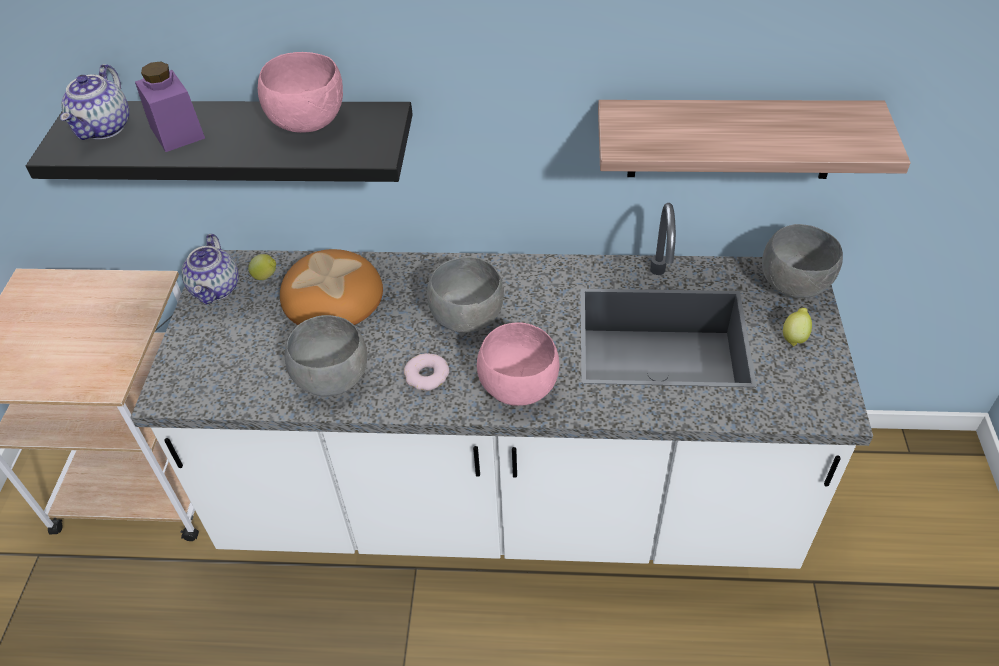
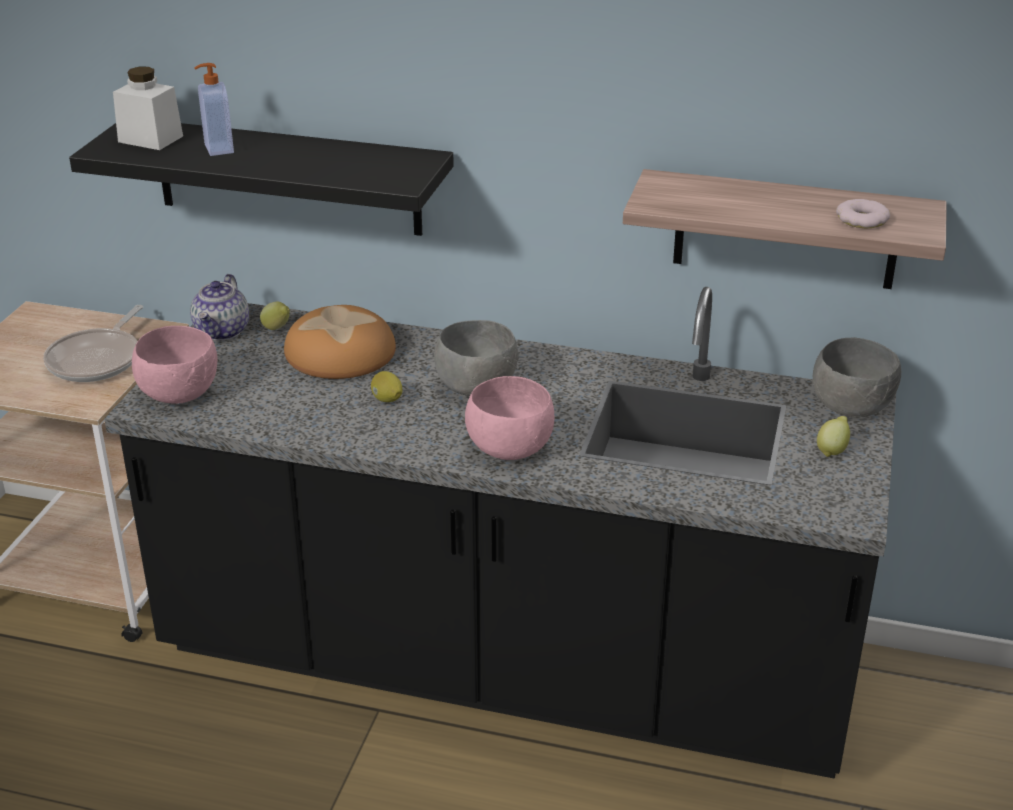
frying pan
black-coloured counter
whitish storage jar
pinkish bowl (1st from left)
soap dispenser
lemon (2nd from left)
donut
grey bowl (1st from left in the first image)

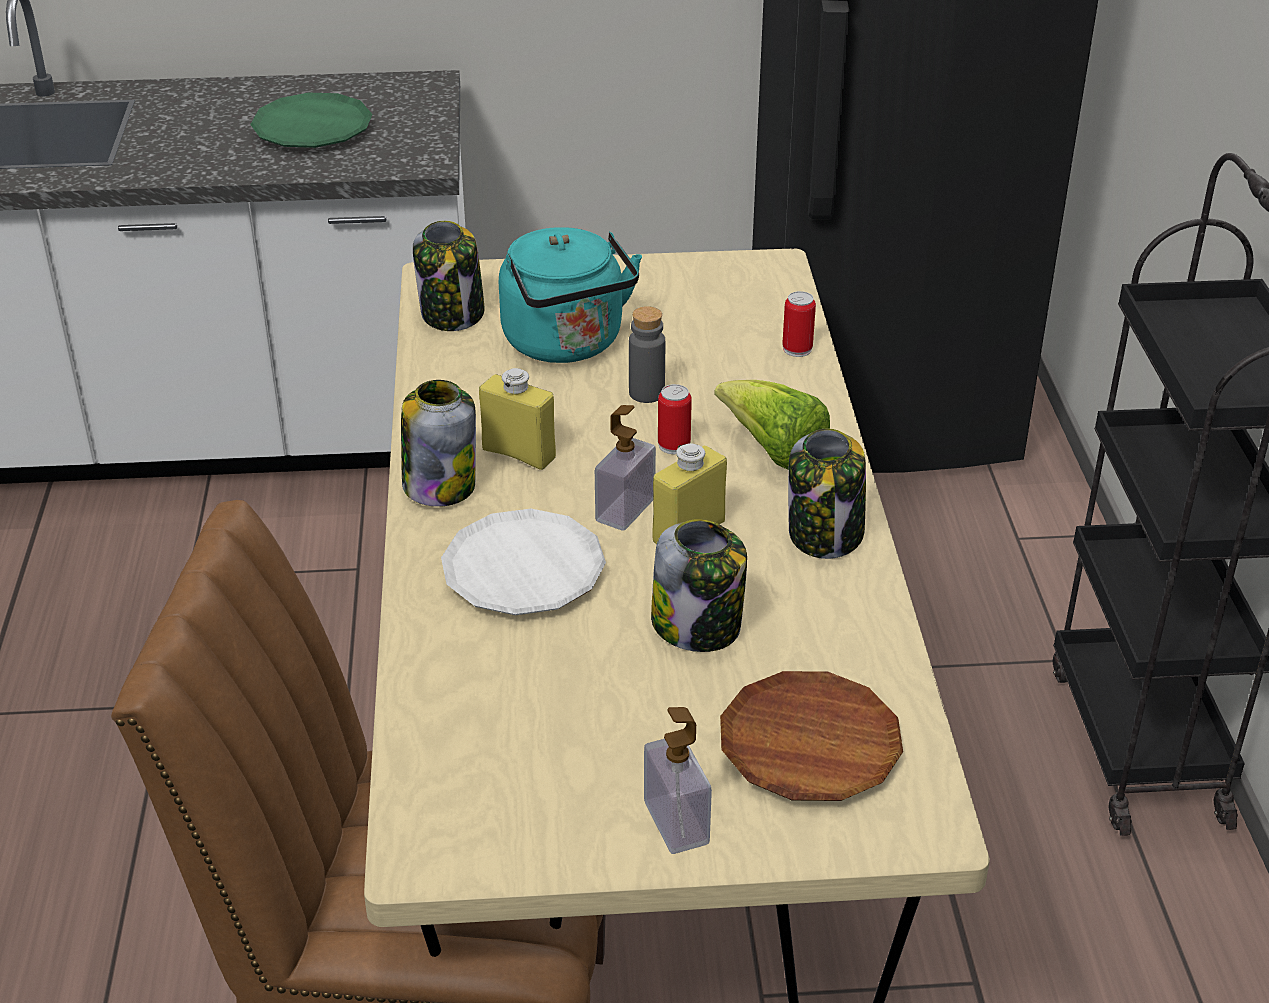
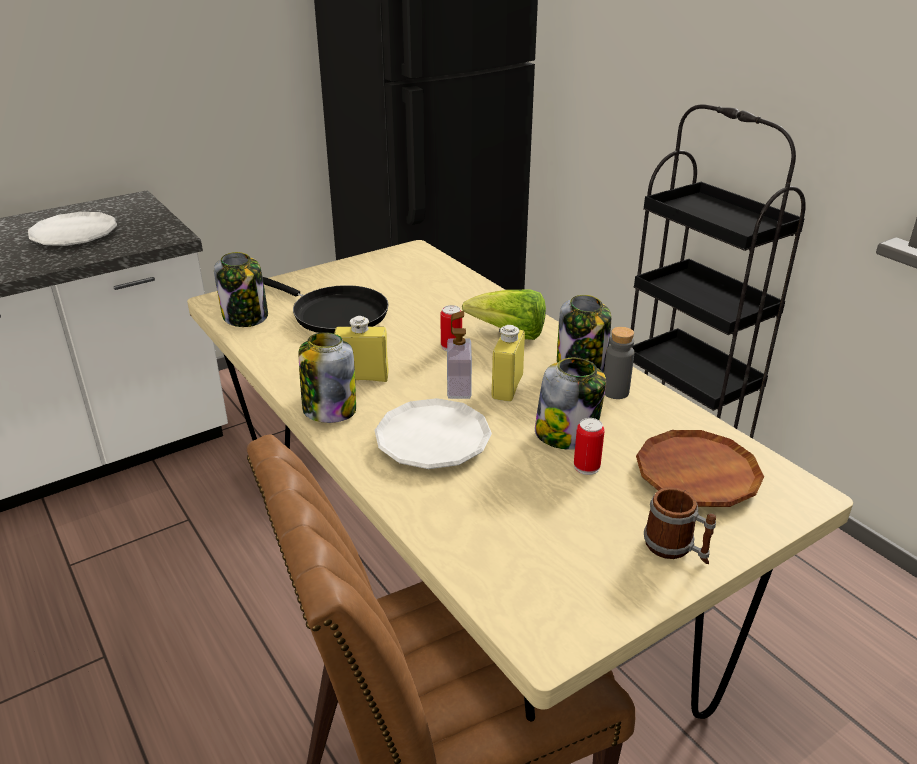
whitish dinner plate (1st from left)
black-coloured frying pan
metal can (2nd from left)
grey beverage bottle
tea mug

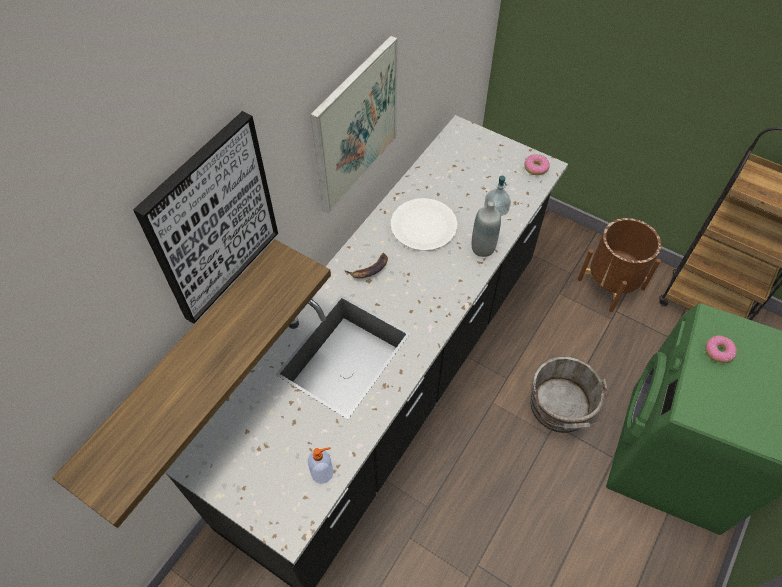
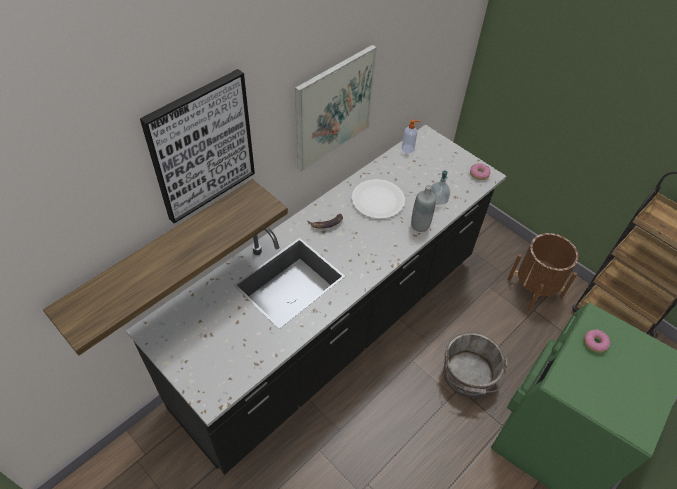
soap dispenser (1st from left)

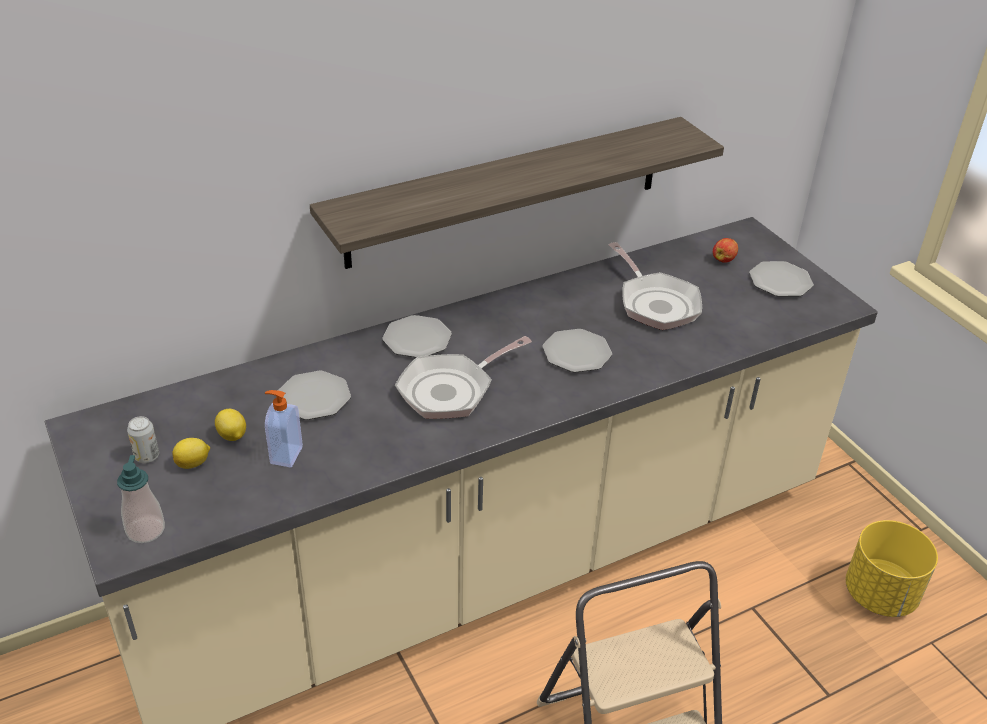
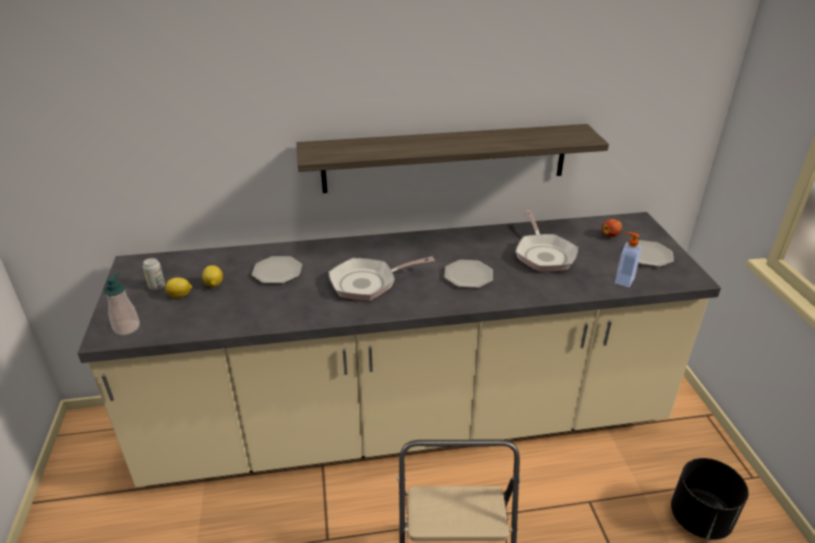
soap dispenser (2nd from left)
black-coloured planter
dinner plate (2nd from left in the first image)

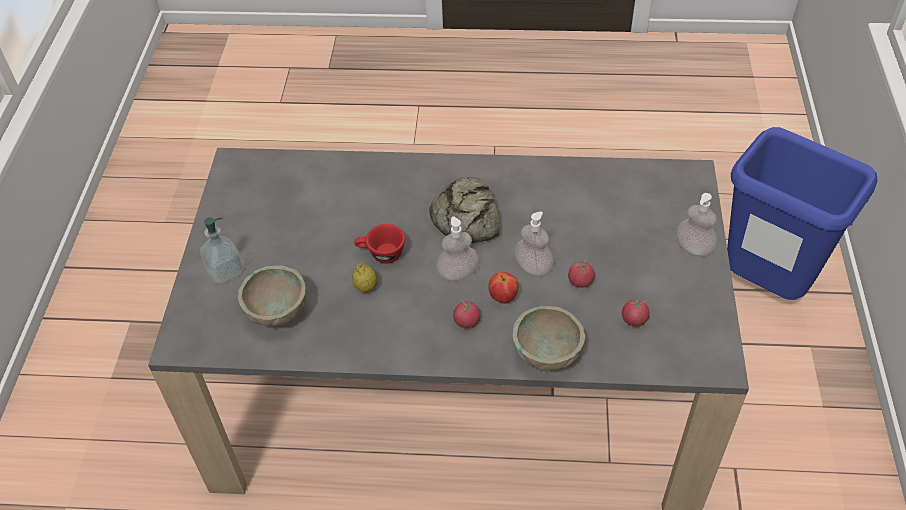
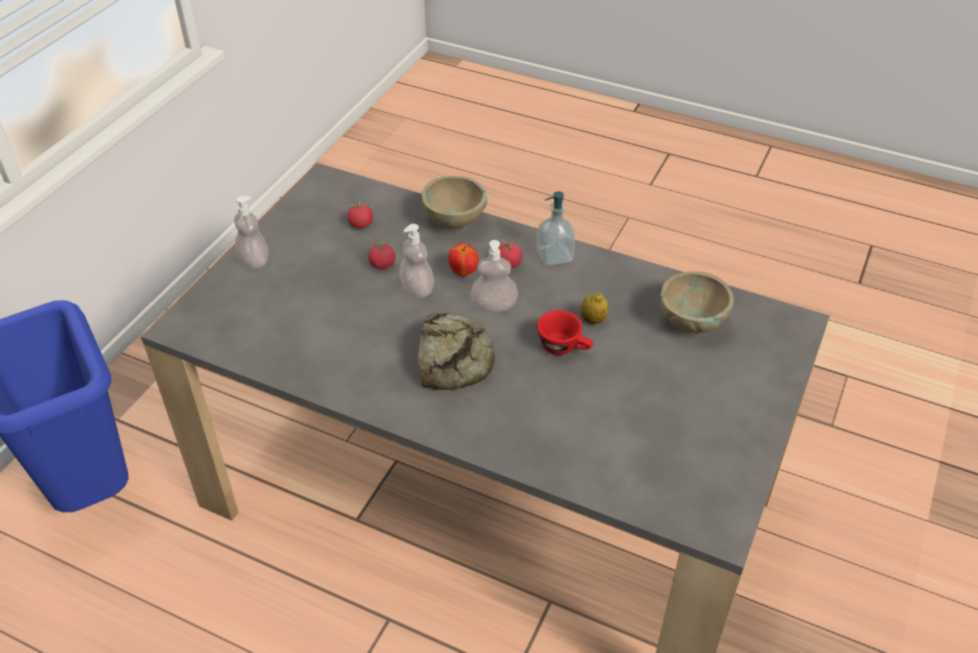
soap dispenser (4th from left)

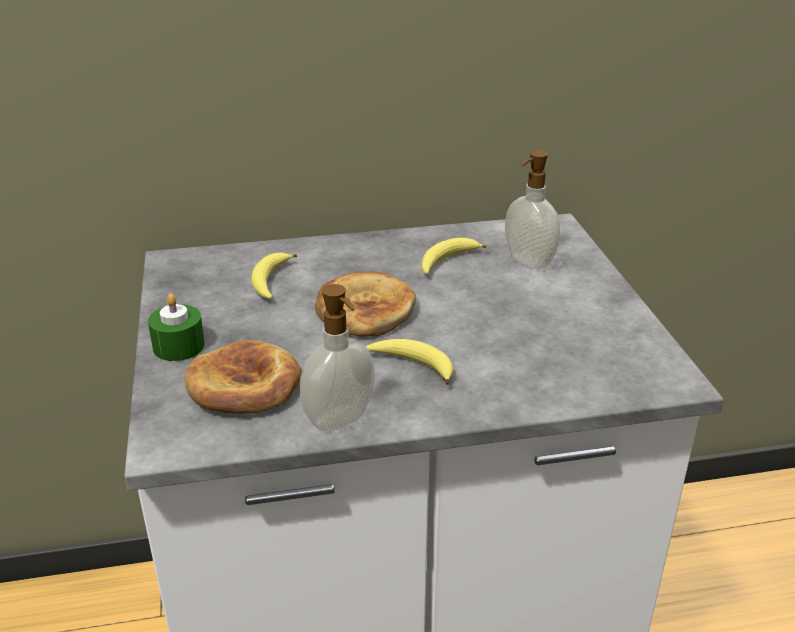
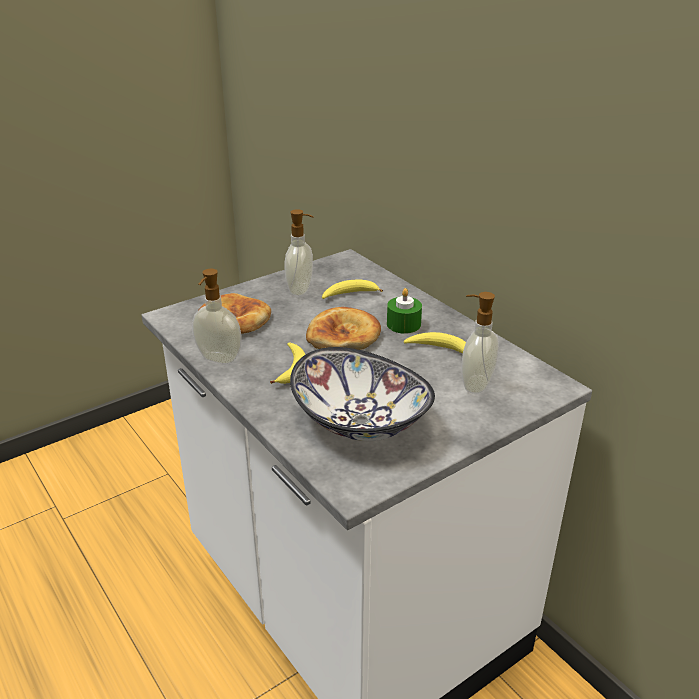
soap dispenser (2nd from left)
bowl
greenish wax light

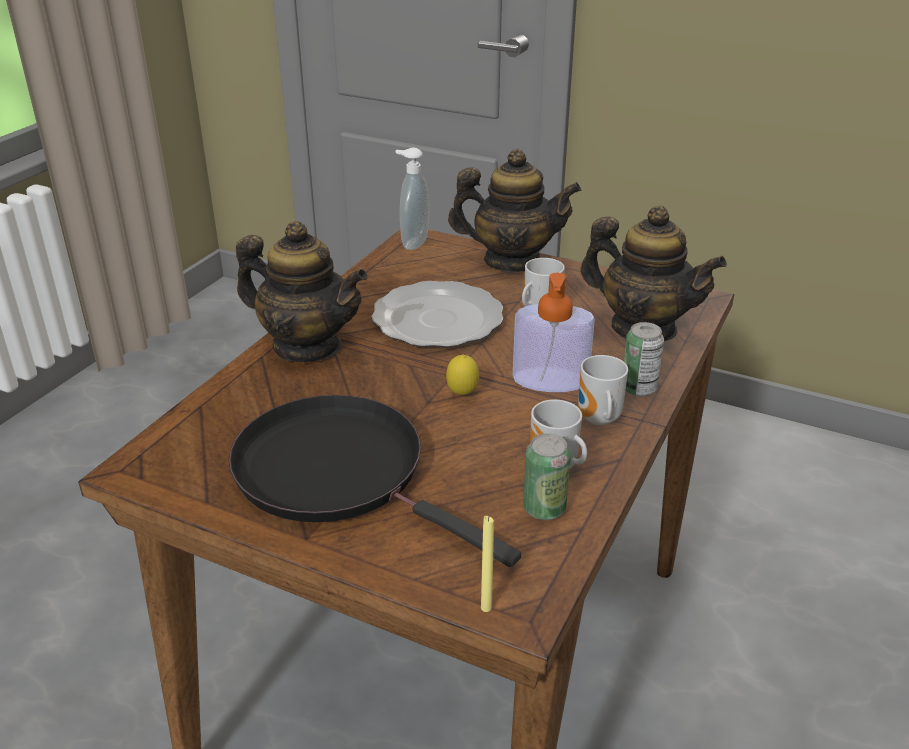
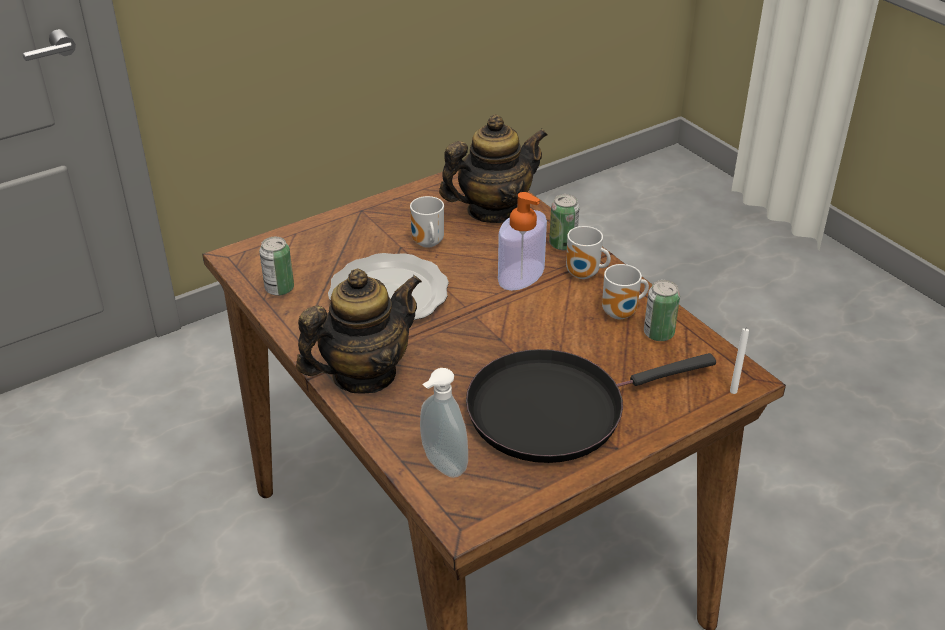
metal can (1st from left)
soap dispenser (1st from left)
whitish wax light
lemon
teapot (2nd from left in the first image)

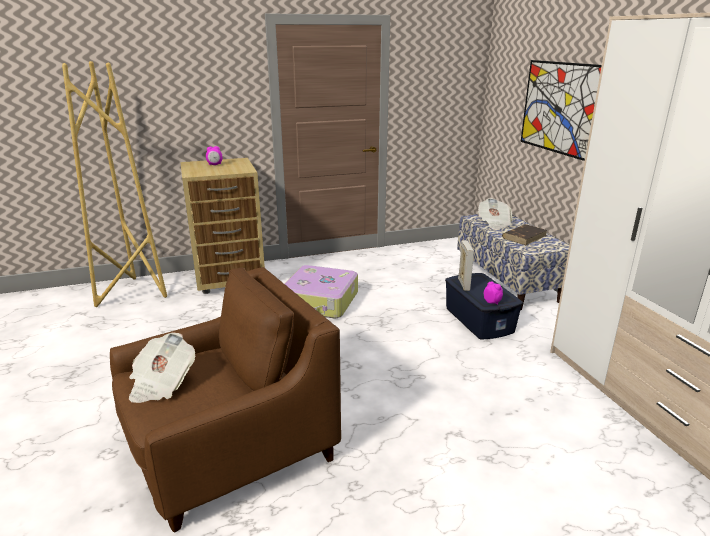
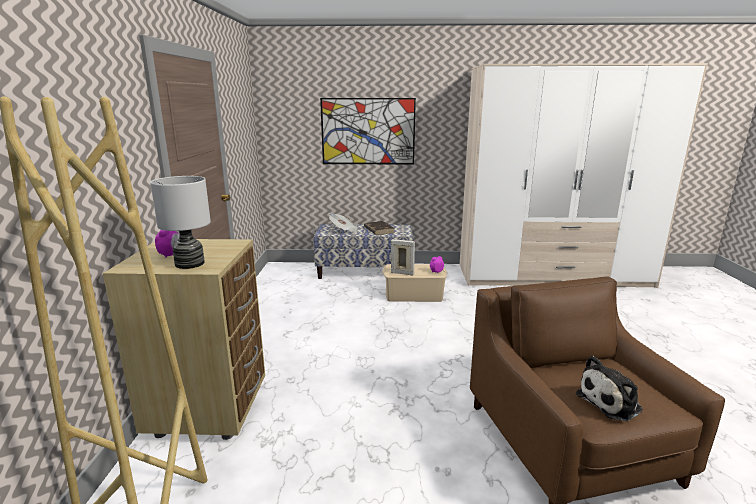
grey table lamp
sand-coloured storage container
plush toy
piece of luggage

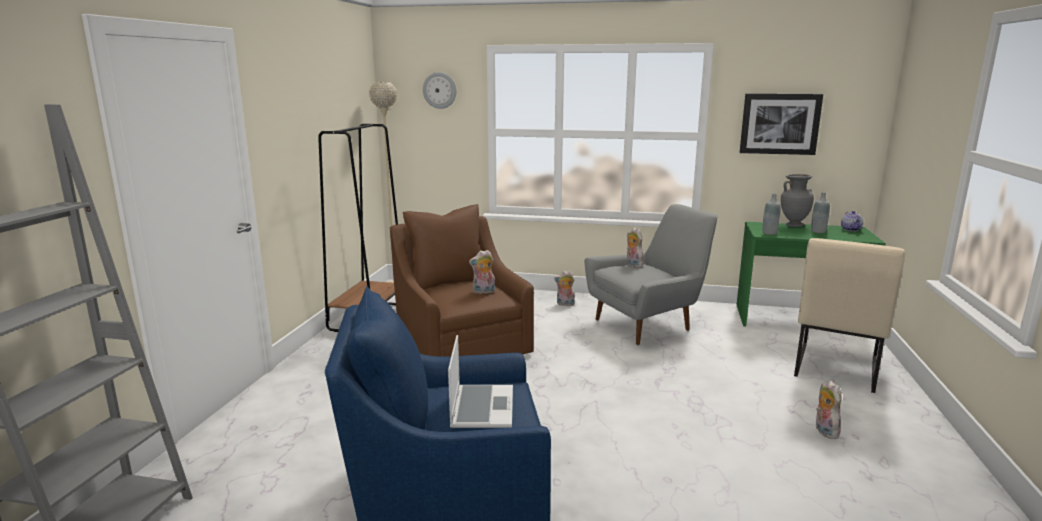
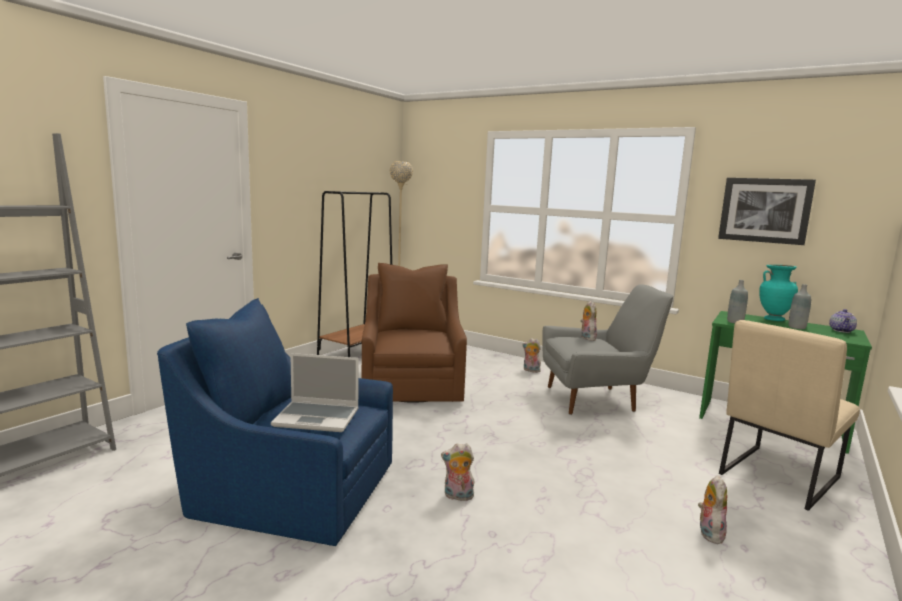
laptop
plush toy (1st from left)
turquoise decorative vase
hanging clock

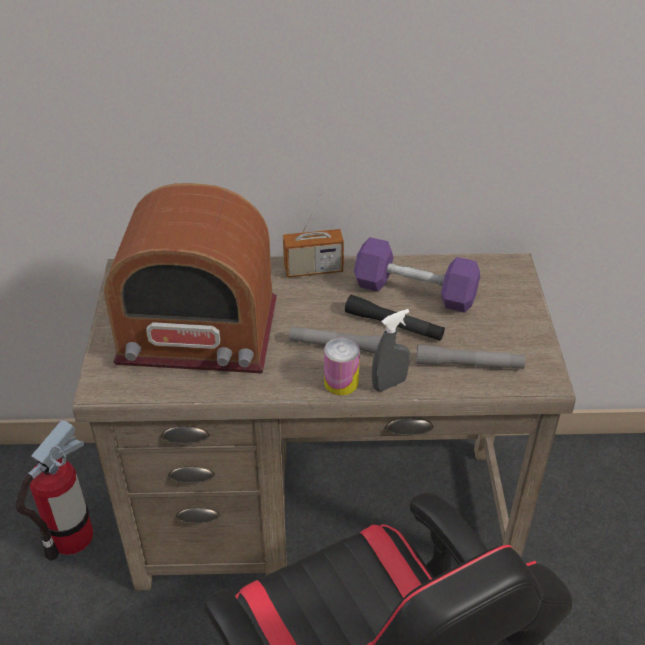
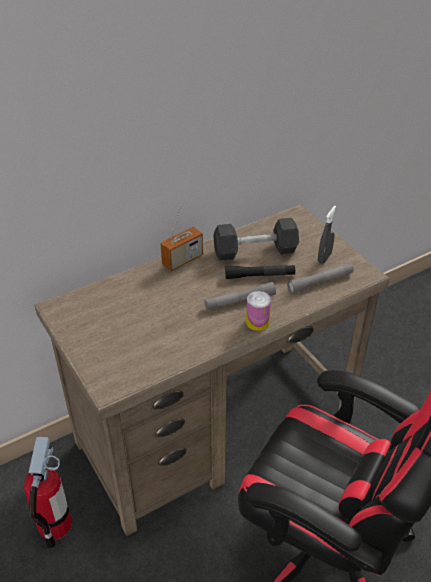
grey free weight
grey hand sprayer
radio (1st from left in the first image)

